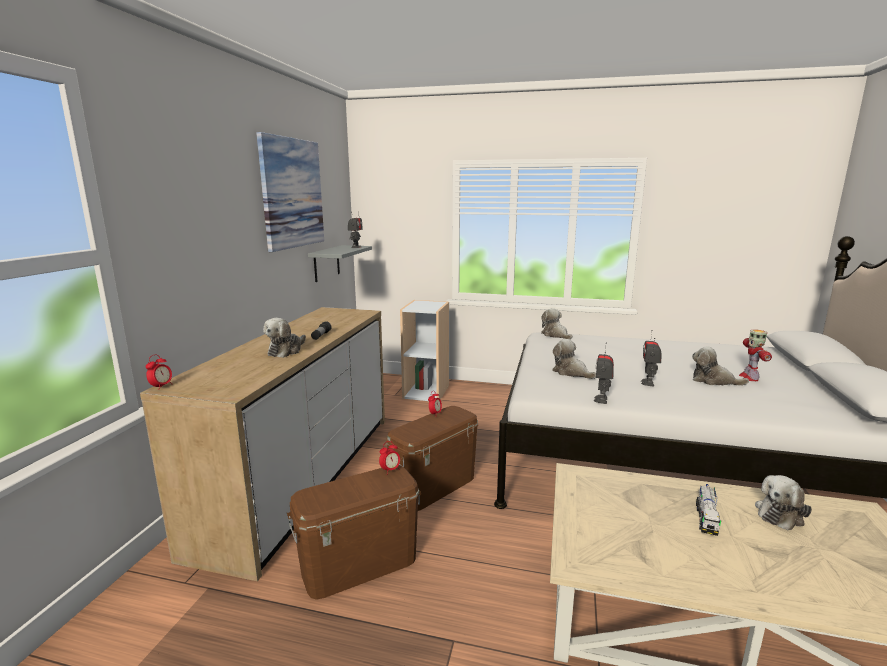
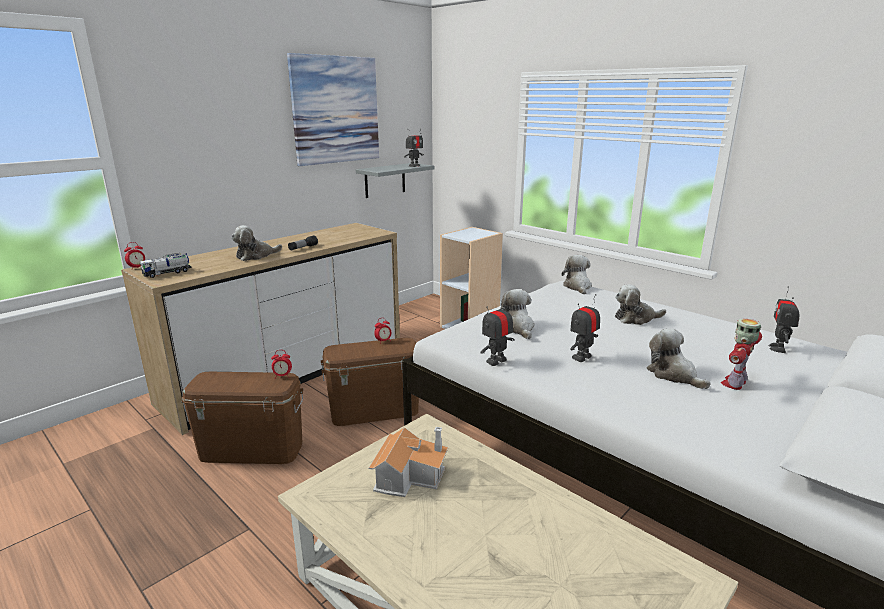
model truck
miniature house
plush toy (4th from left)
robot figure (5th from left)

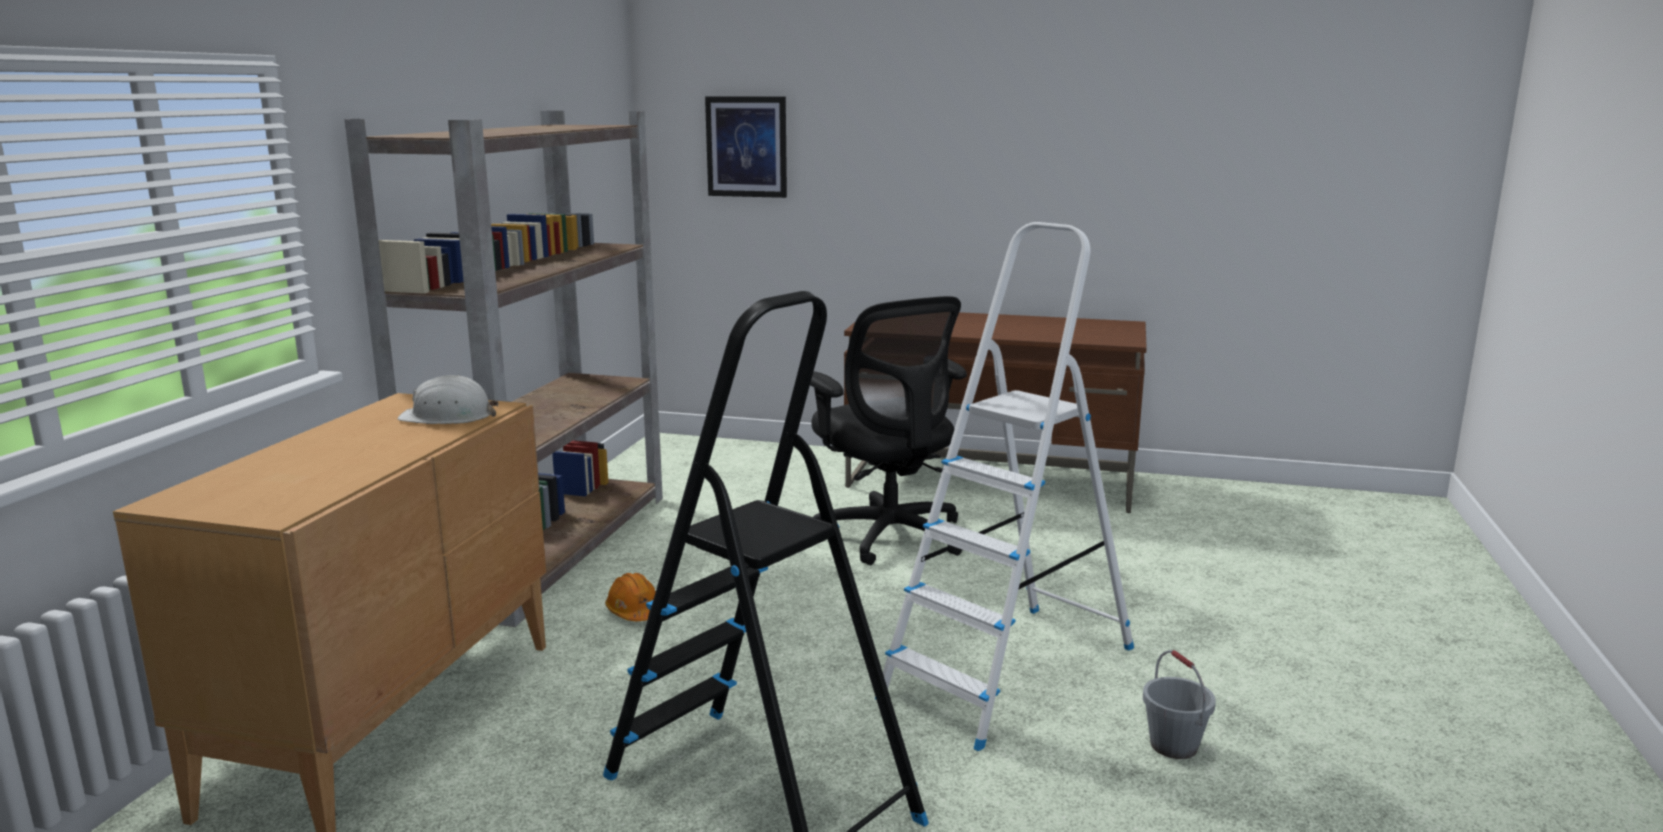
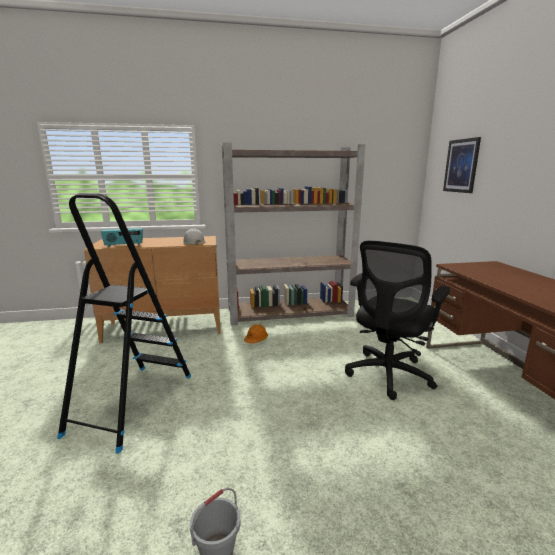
radio
whitish step stool

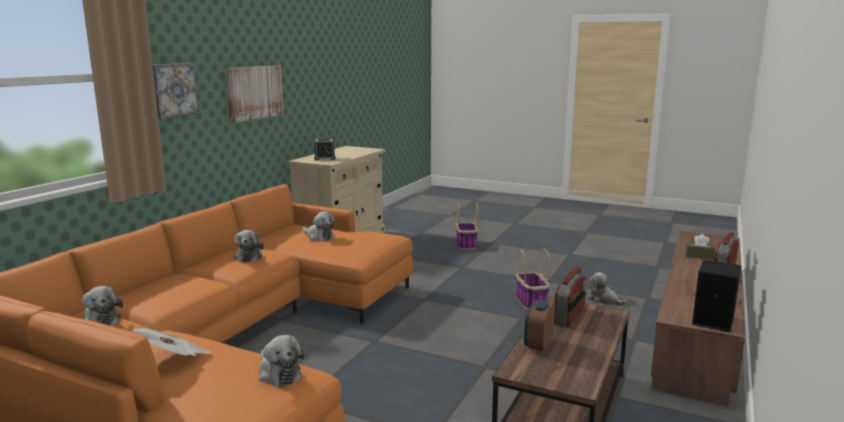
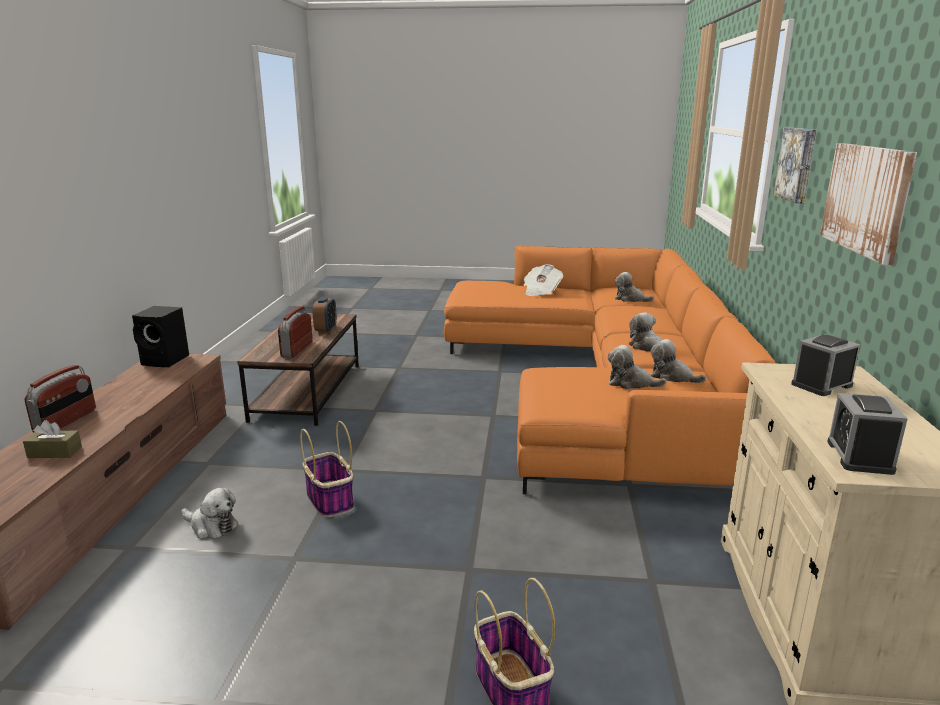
plush toy (5th from left)
table clock (3rd from left)

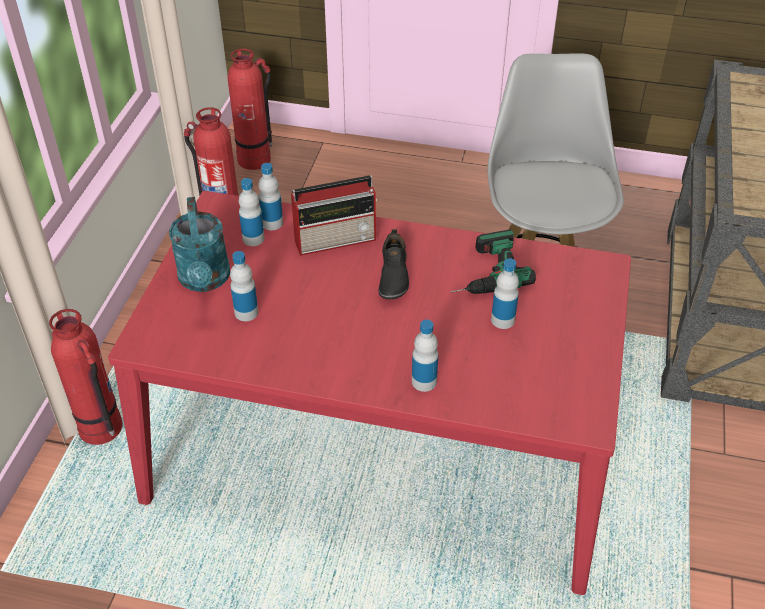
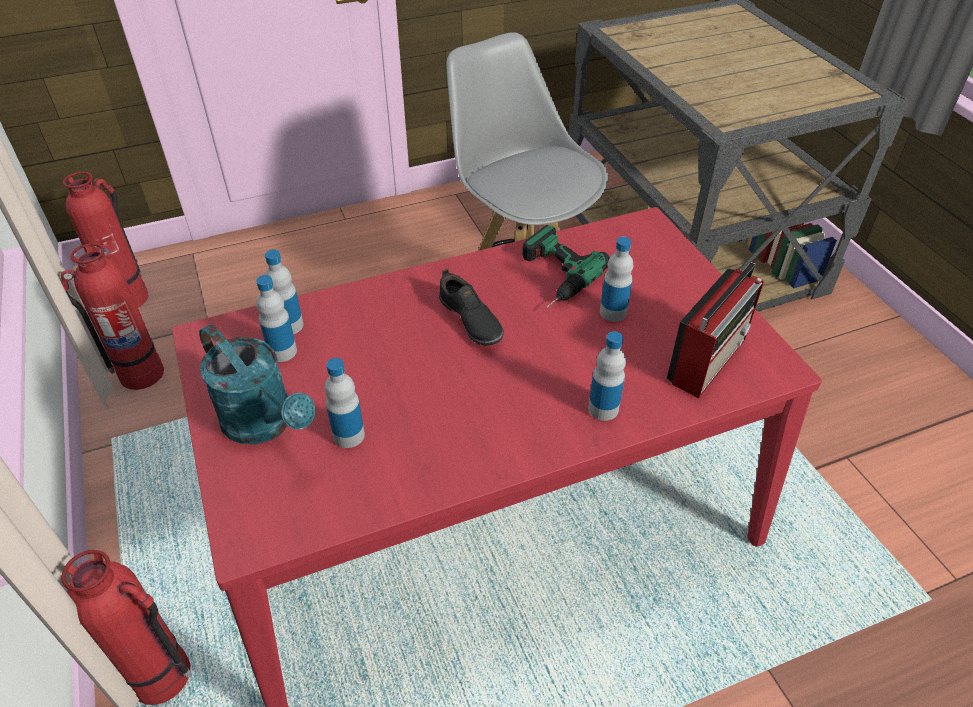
radio

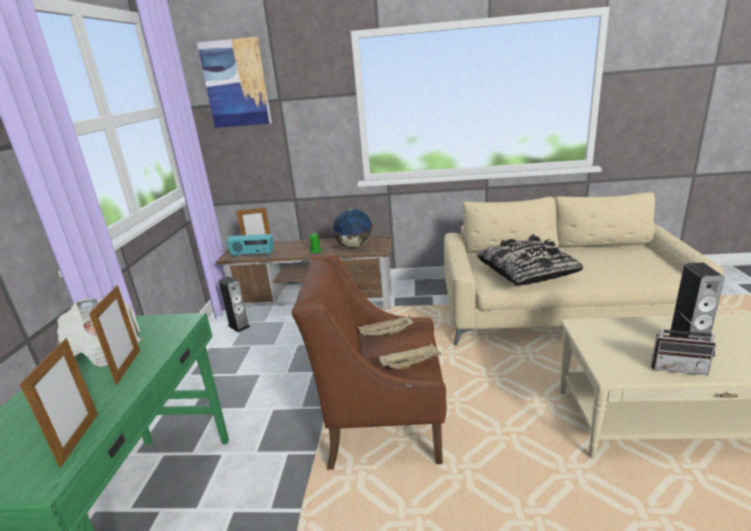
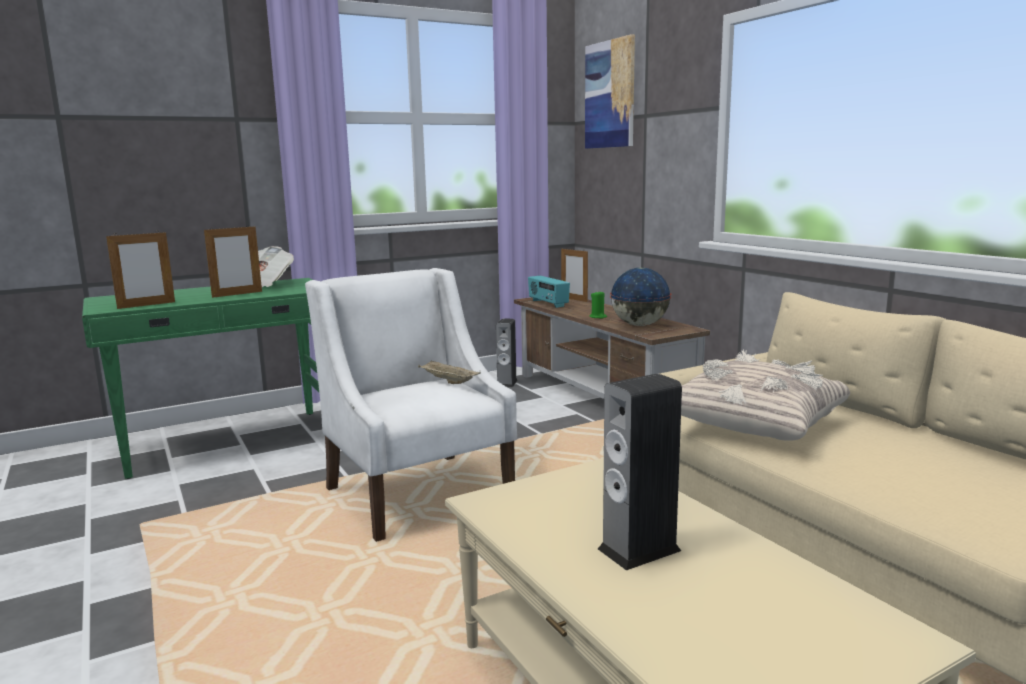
whitish lounge chair
sand-coloured throw pillow
sand-coloured serving tray (2nd from left in the first image)
radio (2nd from left in the first image)

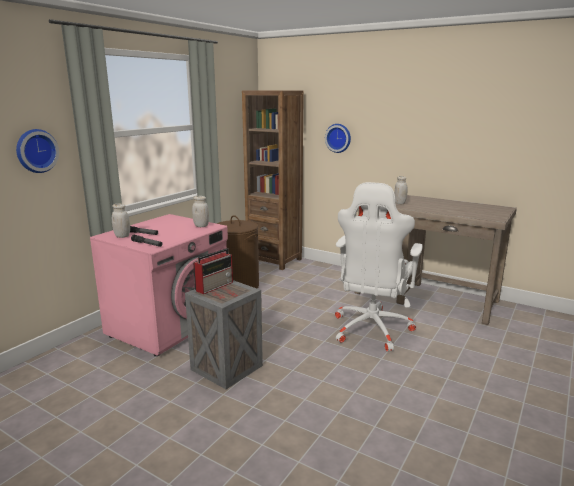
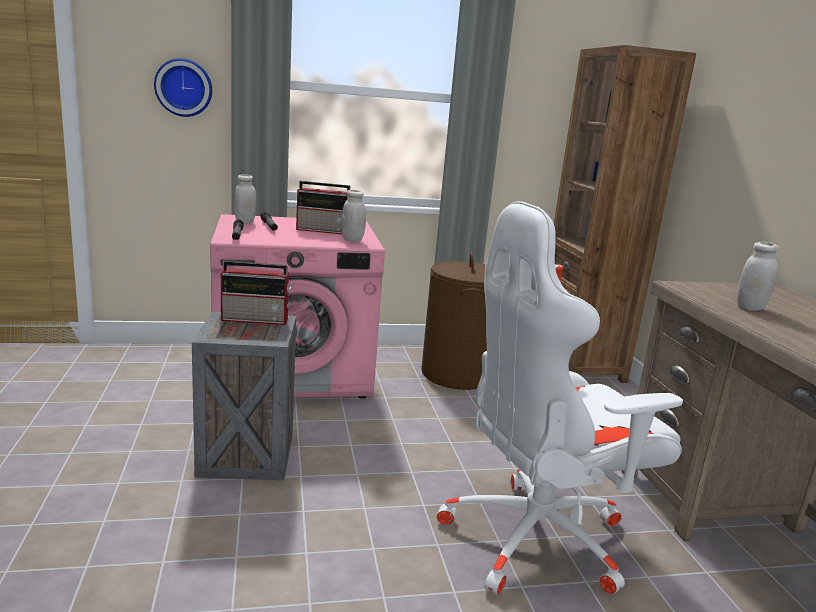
radio (2nd from left)
hanging clock (2nd from left in the first image)

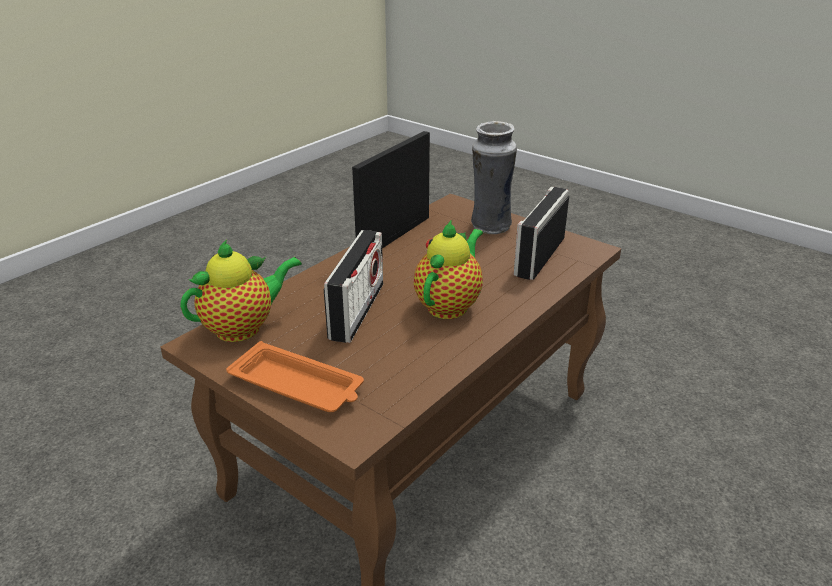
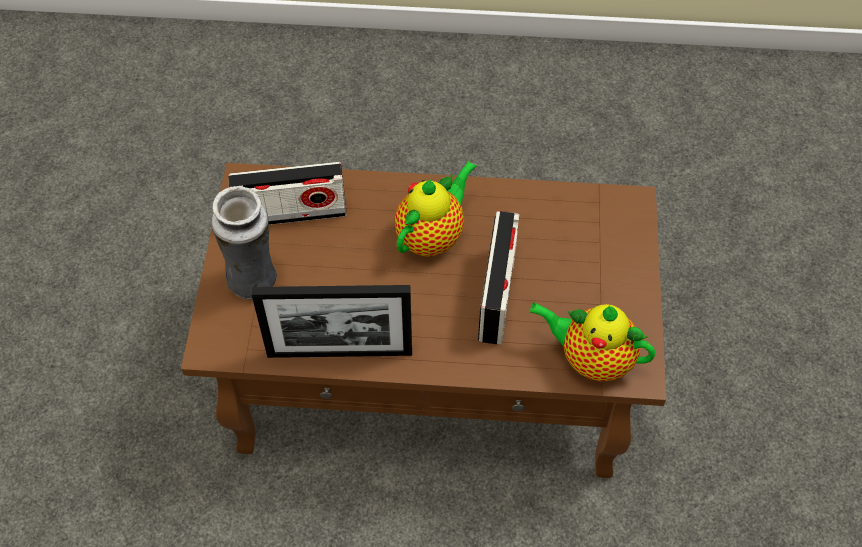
teapot (1st from left)
radio (2nd from left)
orangey serving tray

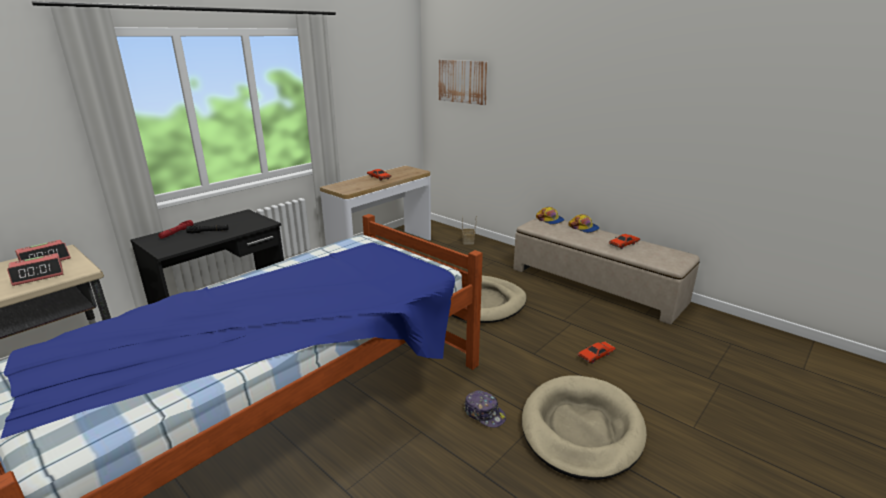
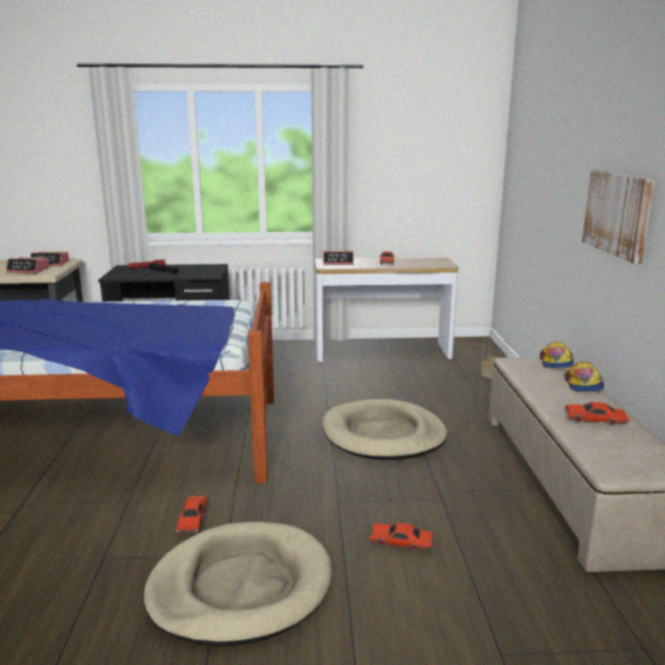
red-coloured toy car (1st from left)
table clock (3rd from left)
wall picture

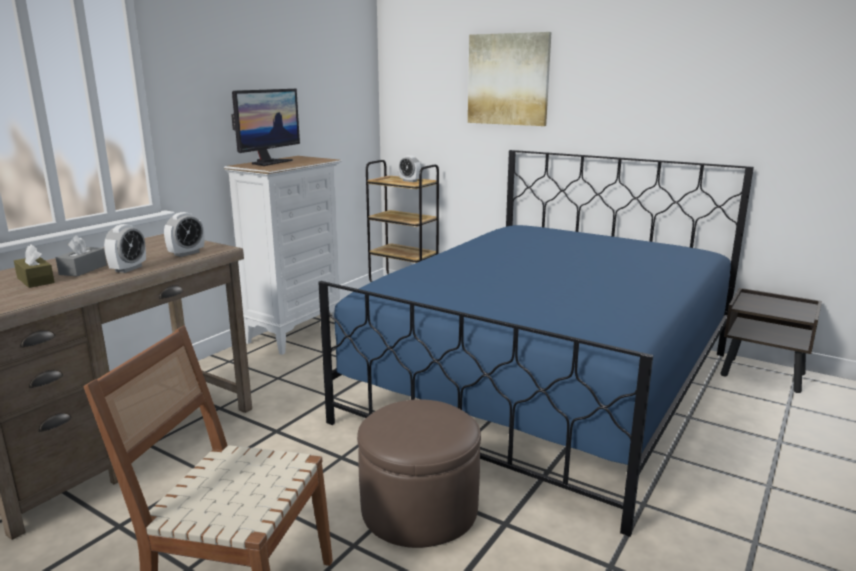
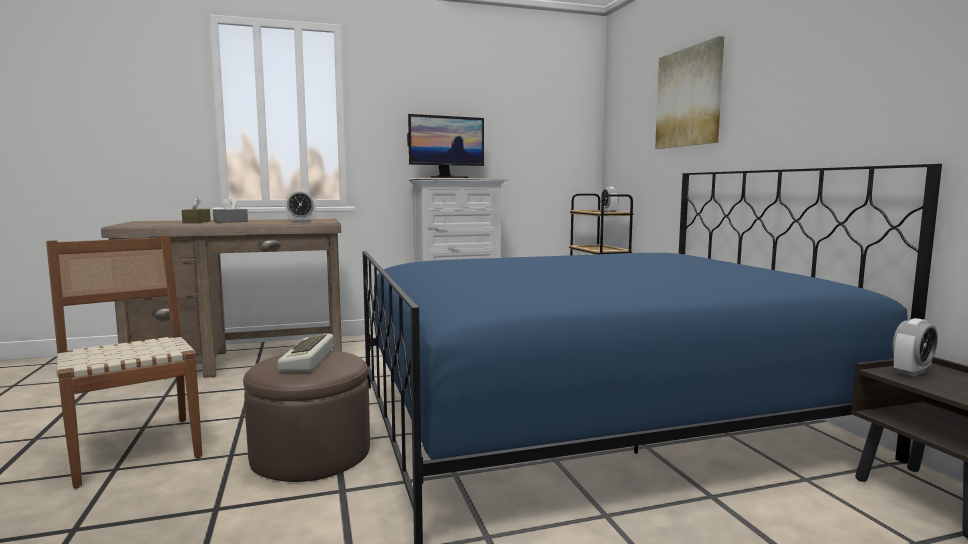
keyboard
table clock (3rd from left)

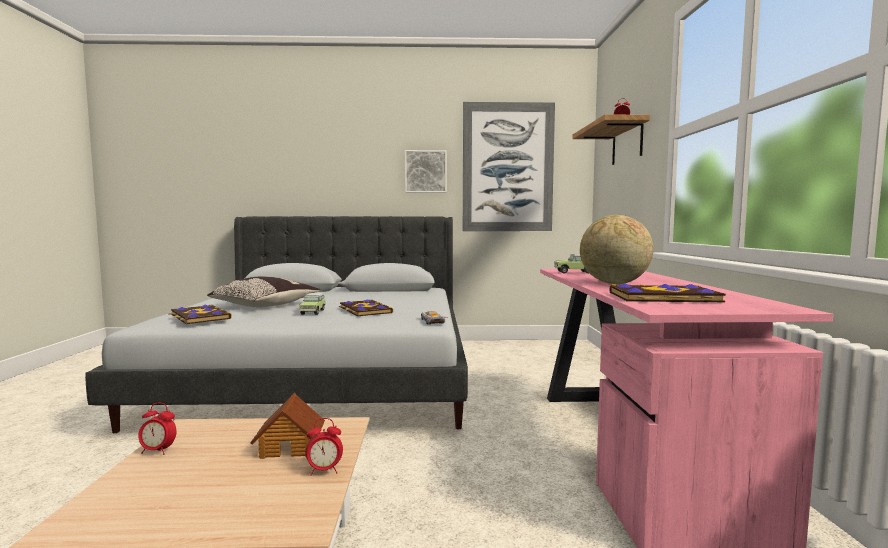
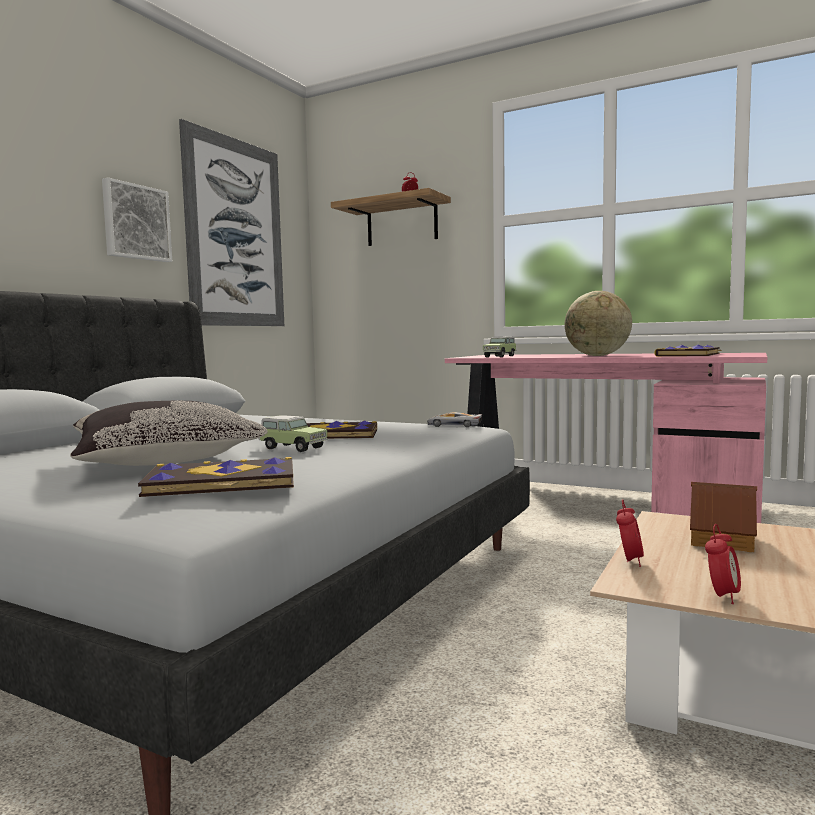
table clock (2nd from left)

